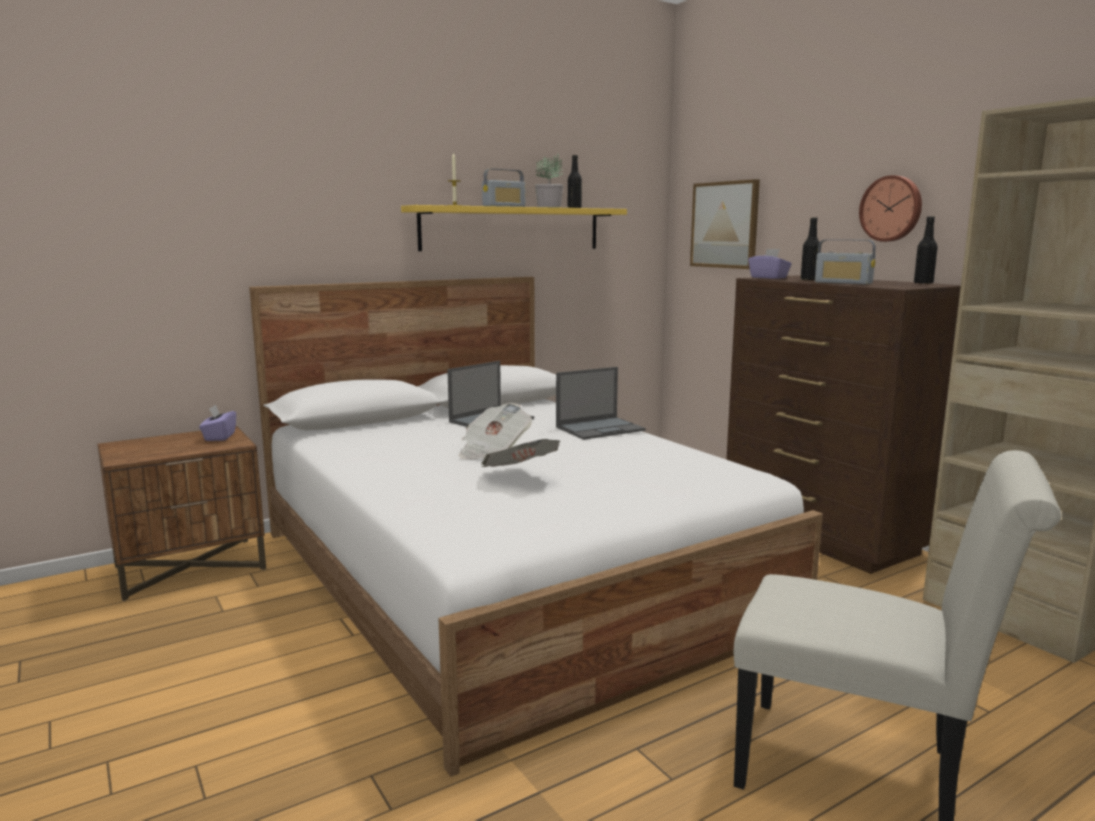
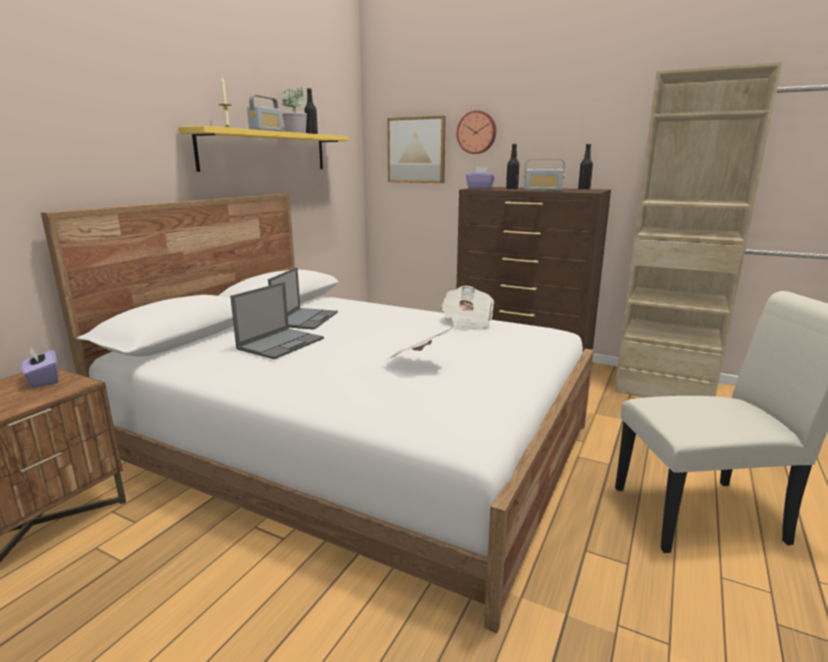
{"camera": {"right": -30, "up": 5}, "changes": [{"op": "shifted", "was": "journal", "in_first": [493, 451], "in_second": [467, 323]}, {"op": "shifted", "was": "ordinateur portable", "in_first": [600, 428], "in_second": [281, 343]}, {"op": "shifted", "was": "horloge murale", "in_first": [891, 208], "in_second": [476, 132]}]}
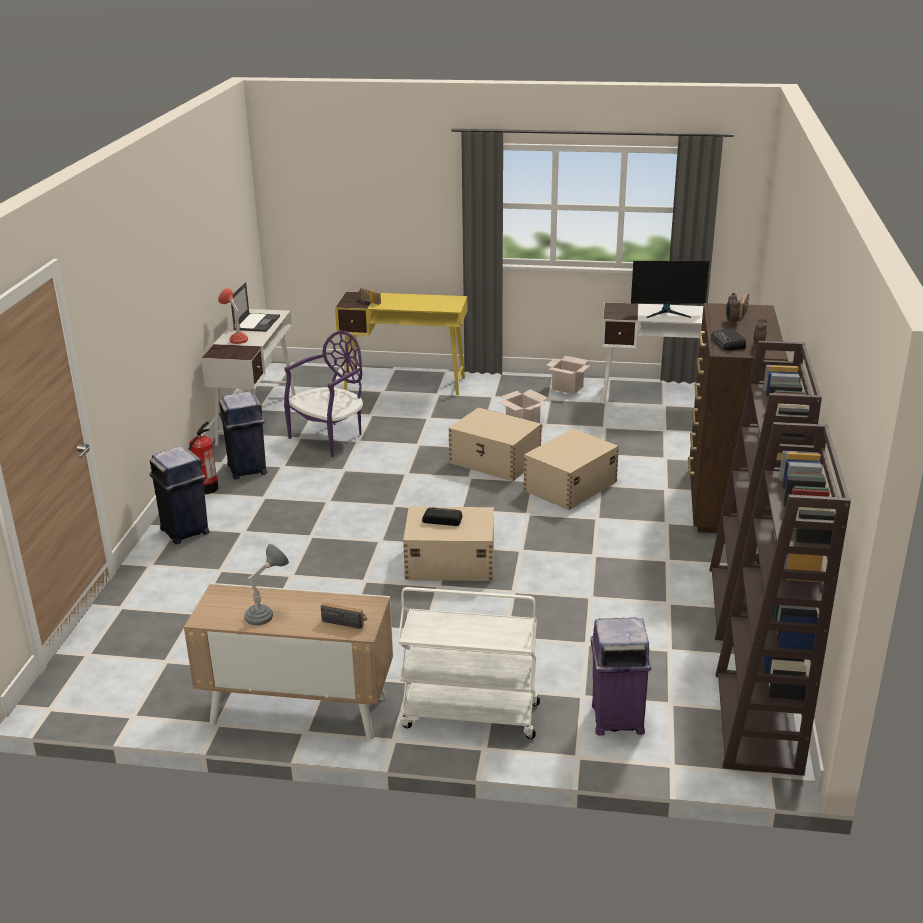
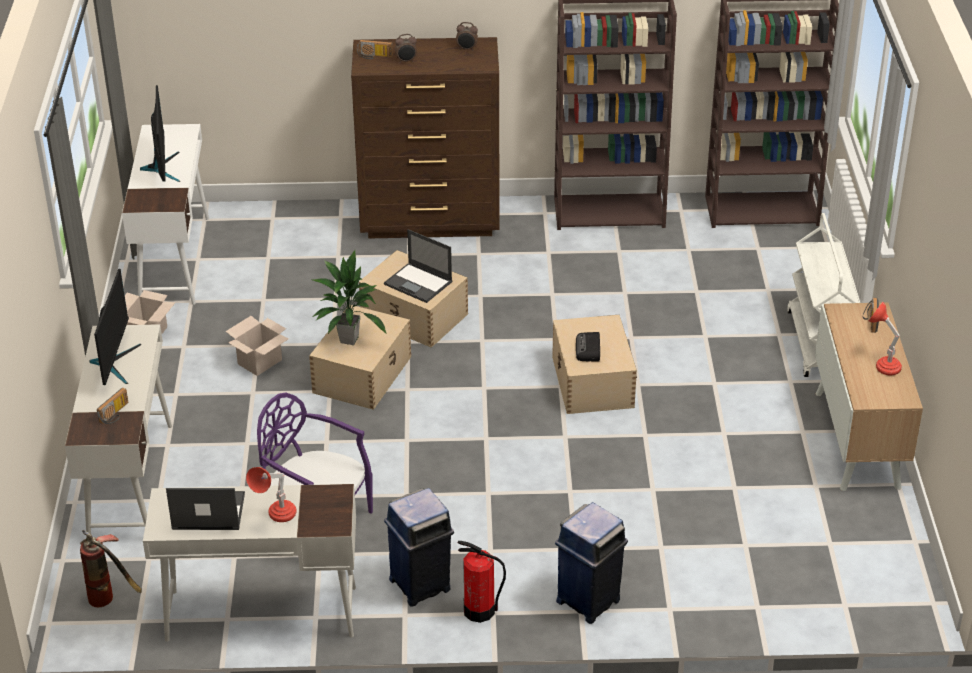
{"camera": {"right": -100, "up": 10}, "changes": [{"op": "repainted", "was": "lampe de table/gris", "now": "lampe de table/rouge", "in_first": [267, 614], "in_second": [882, 364]}, {"op": "repainted", "was": "bureau/jaune", "now": "bureau/blanc", "in_first": [405, 383], "in_second": [130, 481]}, {"op": "gone", "was": "poubelle/violet", "in_first": [616, 718]}, {"op": "gone", "was": "radio", "in_first": [728, 343]}, {"op": "new", "now": "extincteur", "in_second": [110, 598]}, {"op": "new", "now": "écran d'ordinateur", "in_second": [115, 363]}, {"op": "new", "now": "plante en pot", "in_second": [348, 340]}, {"op": "new", "now": "ordinateur portable", "in_second": [419, 283]}]}
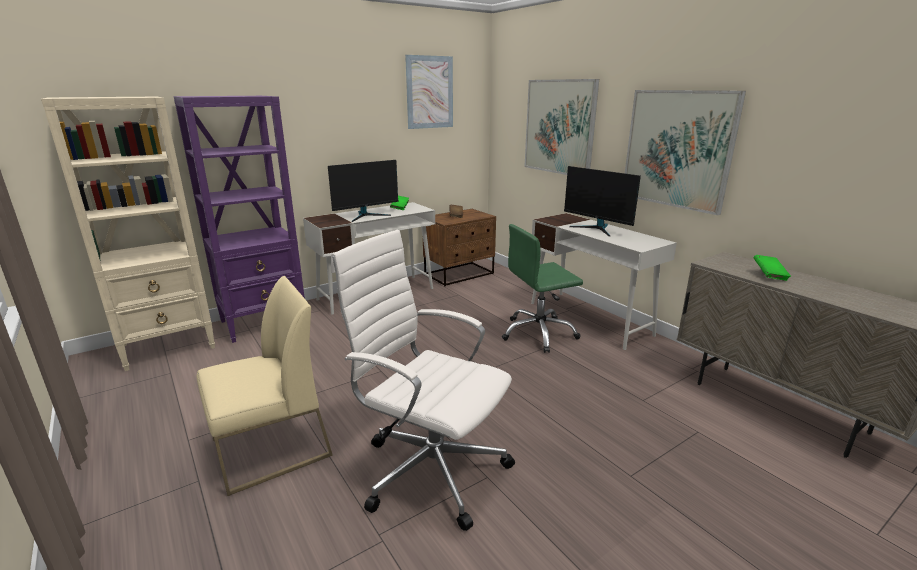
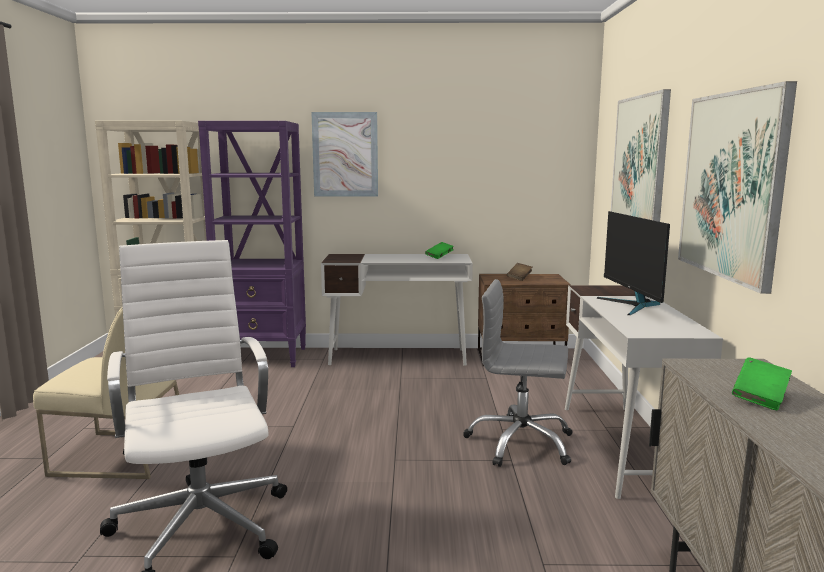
{"camera": {"right": 35, "up": -10}, "changes": [{"op": "gone", "was": "écran d'ordinateur", "in_first": [366, 216]}, {"op": "shifted", "was": "tableau", "in_first": [429, 92], "in_second": [345, 154]}, {"op": "repainted", "was": "chaise de bureau/vert", "now": "chaise de bureau/gris", "in_first": [539, 333], "in_second": [520, 443]}]}
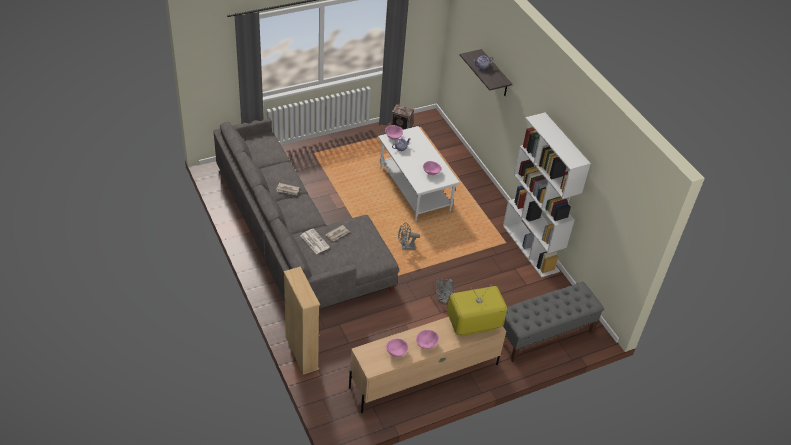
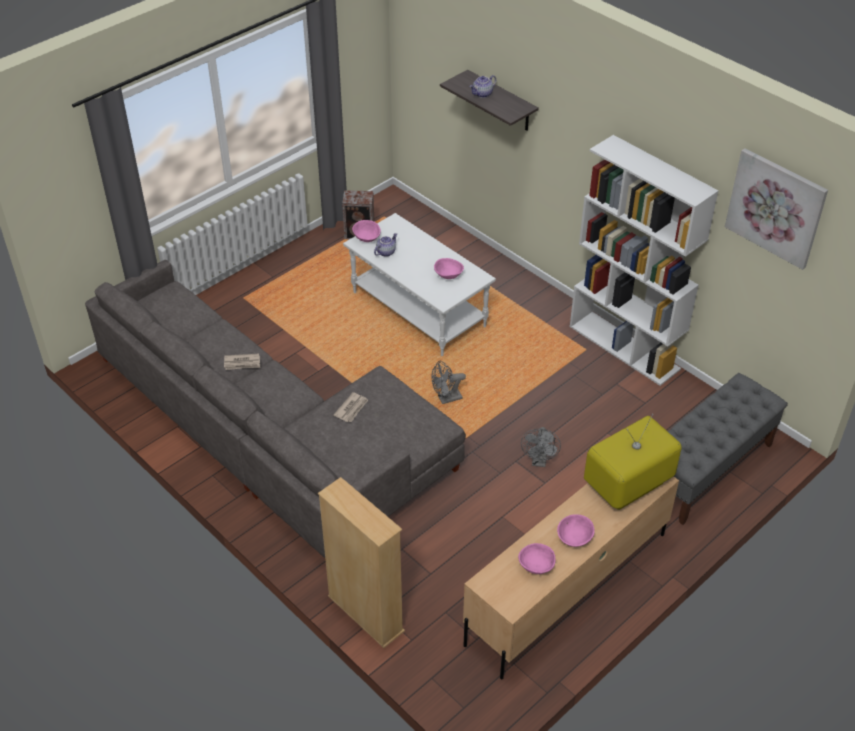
{"camera": {"right": -15, "up": 0}, "changes": [{"op": "gone", "was": "journal", "in_first": [314, 241]}, {"op": "new", "now": "tableau", "in_second": [776, 207]}]}
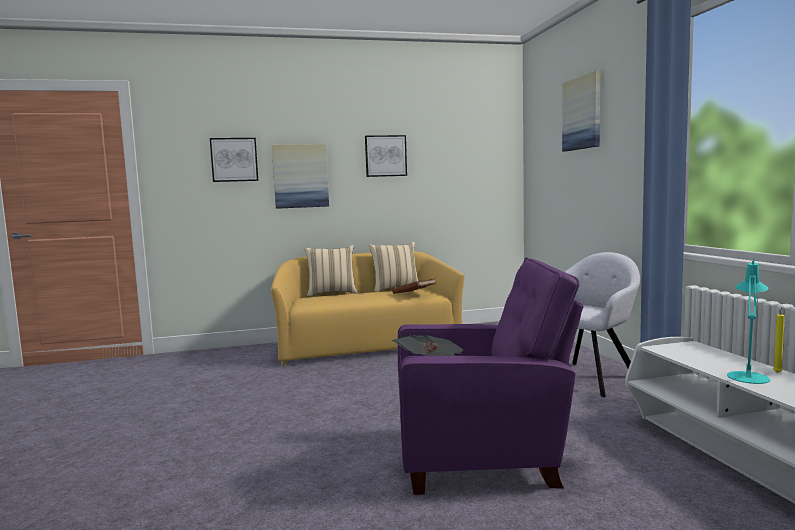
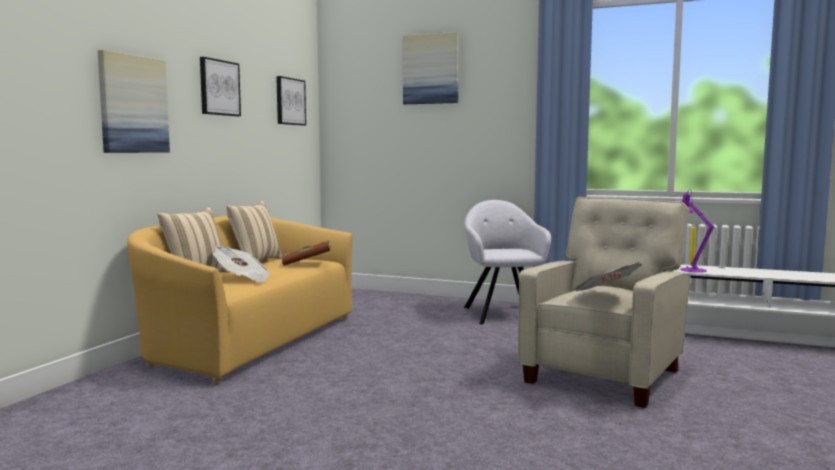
{"camera": {"right": -55, "up": 0}, "changes": [{"op": "shifted", "was": "tableau", "in_first": [234, 159], "in_second": [290, 101]}, {"op": "repainted", "was": "fauteuil/violet", "now": "fauteuil/beige", "in_first": [483, 458], "in_second": [606, 374]}, {"op": "repainted", "was": "lampe de table/turquoise", "now": "lampe de table/violet", "in_first": [748, 375], "in_second": [690, 269]}, {"op": "new", "now": "journal", "in_second": [243, 279]}]}
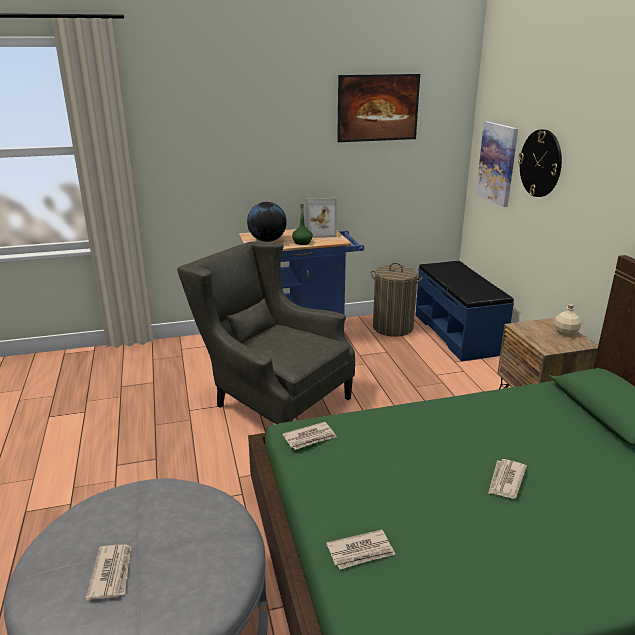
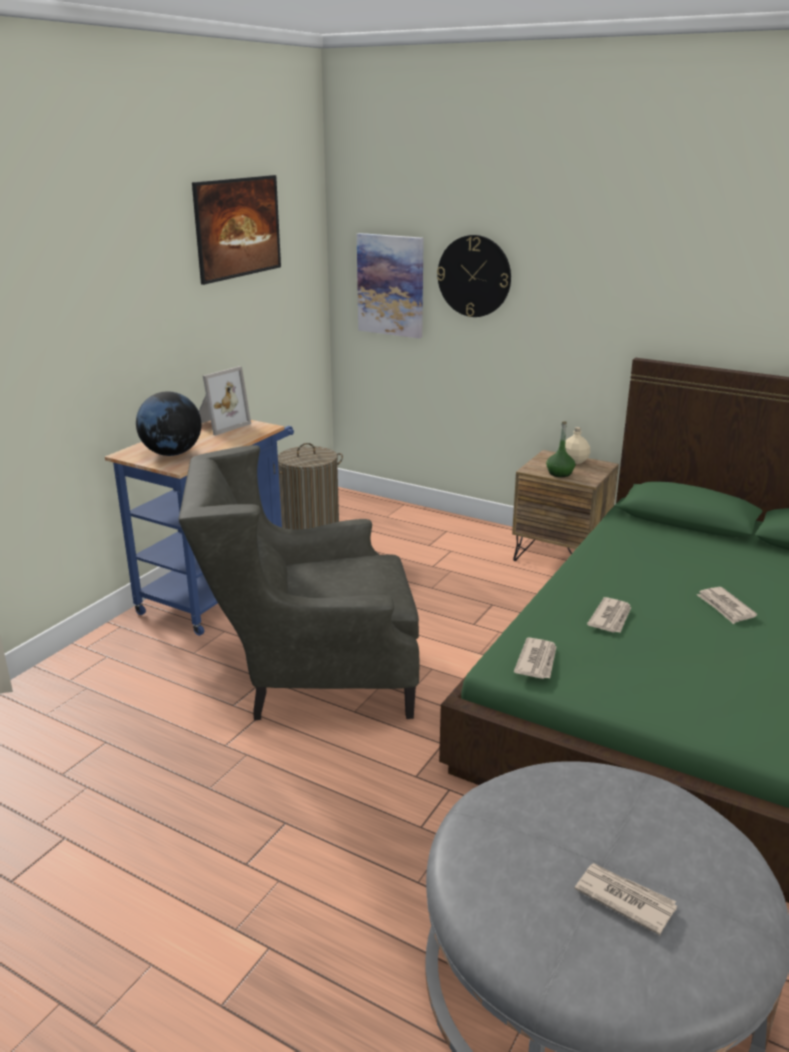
{"camera": {"right": -45, "up": 0}, "changes": [{"op": "shifted", "was": "bouteille/vert", "in_first": [302, 242], "in_second": [559, 473]}, {"op": "shifted", "was": "journal", "in_first": [361, 552], "in_second": [611, 618]}, {"op": "gone", "was": "banc/bleu", "in_first": [458, 333]}]}
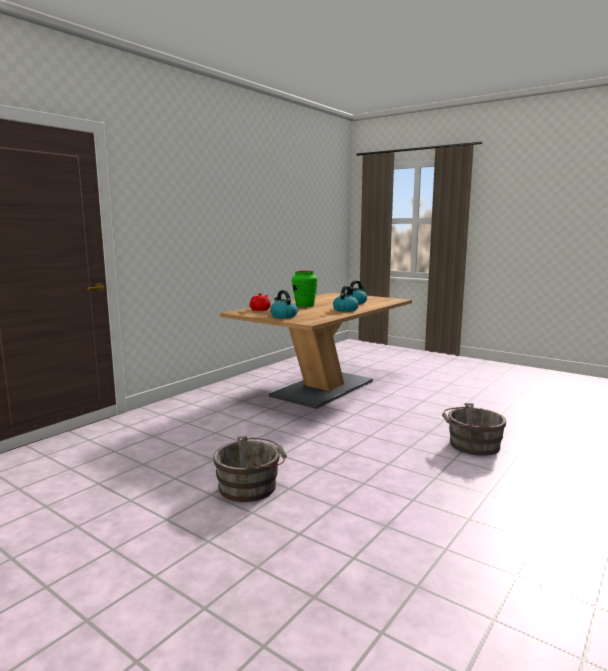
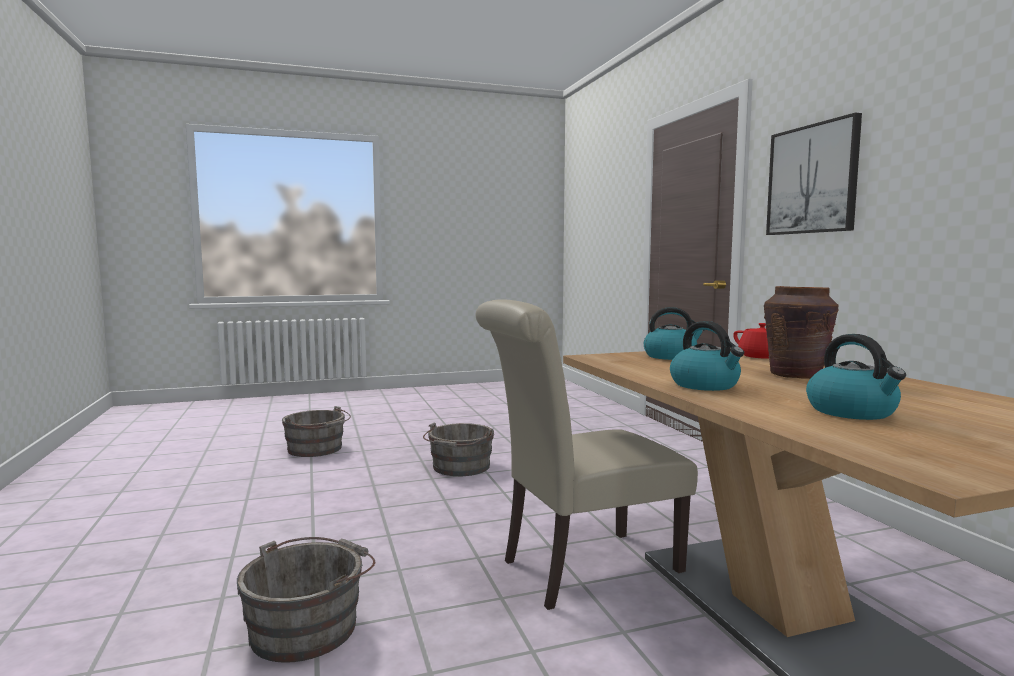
{"camera": {"right": 125, "up": -5}, "changes": [{"op": "repainted", "was": "vase/vert", "now": "vase/marron", "in_first": [304, 306], "in_second": [796, 375]}, {"op": "new", "now": "seau/gris", "in_second": [317, 449]}, {"op": "new", "now": "chaise/beige", "in_second": [580, 570]}, {"op": "new", "now": "tableau", "in_second": [812, 179]}]}
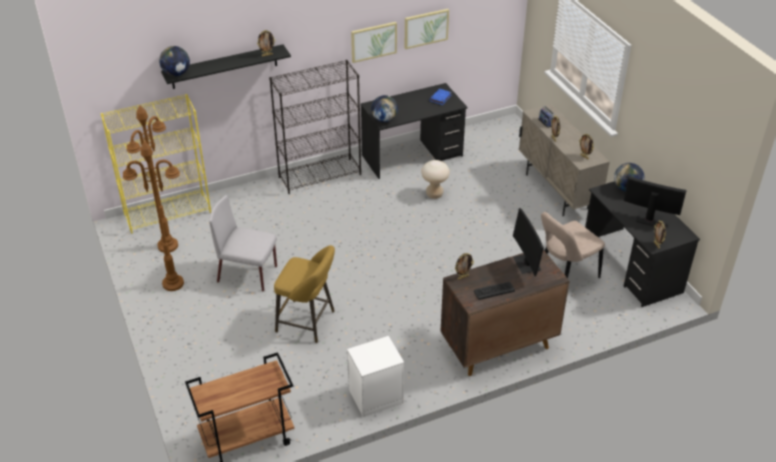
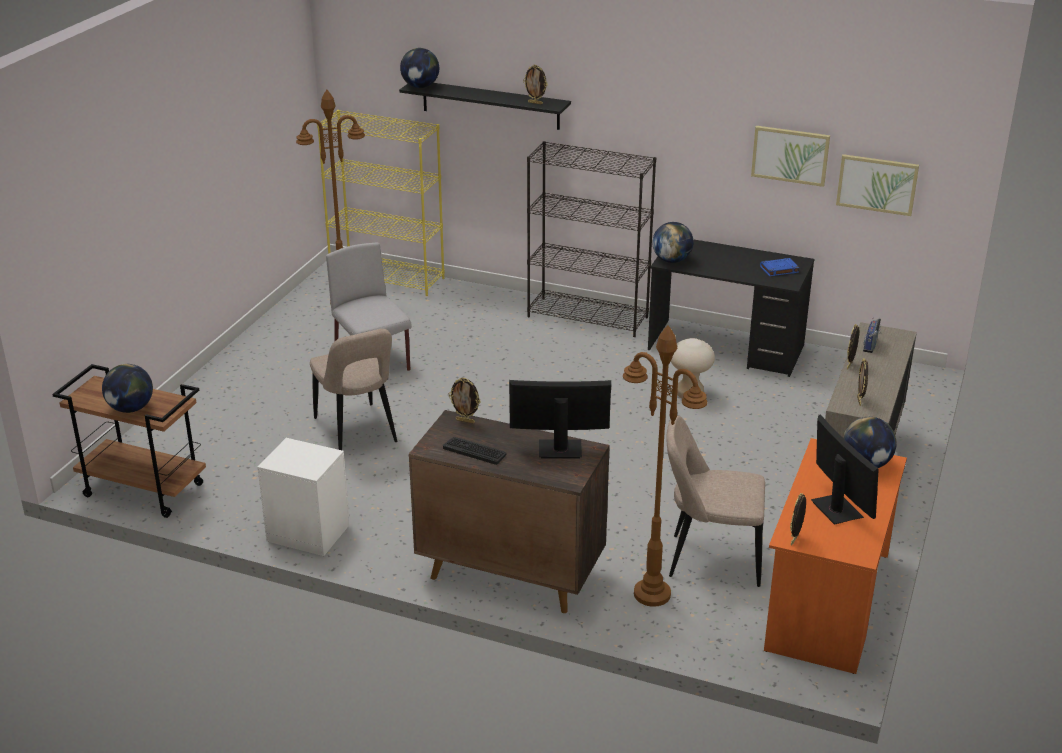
{"camera": {"right": 45, "up": -10}, "changes": [{"op": "shifted", "was": "lampadaire/marron", "in_first": [173, 283], "in_second": [652, 594]}, {"op": "swapped", "was": "tabouret/jaune", "now": "chaise/beige", "in_first": [308, 322], "in_second": [357, 433]}, {"op": "shifted", "was": "tableau", "in_first": [373, 41], "in_second": [877, 184]}, {"op": "rotated", "was": "écran d'ordinateur", "in_first": [526, 264], "in_second": [560, 449], "clockwise": 60}, {"op": "repainted", "was": "bureau/noir", "now": "bureau/orange", "in_first": [631, 266], "in_second": [827, 602]}, {"op": "new", "now": "globe", "in_second": [131, 409]}]}
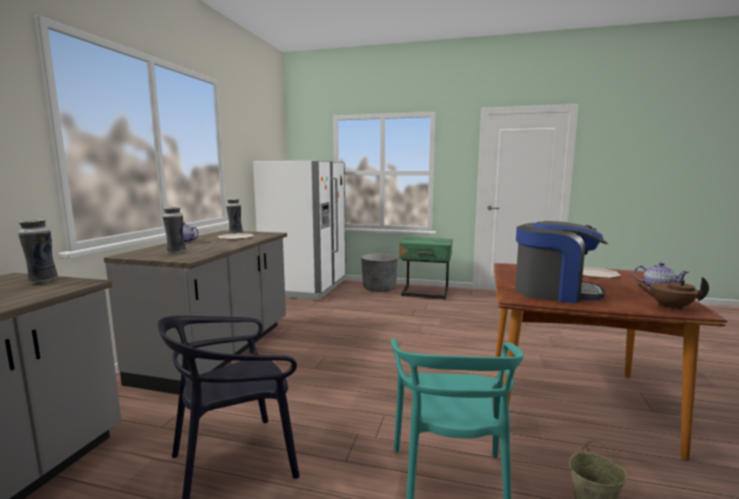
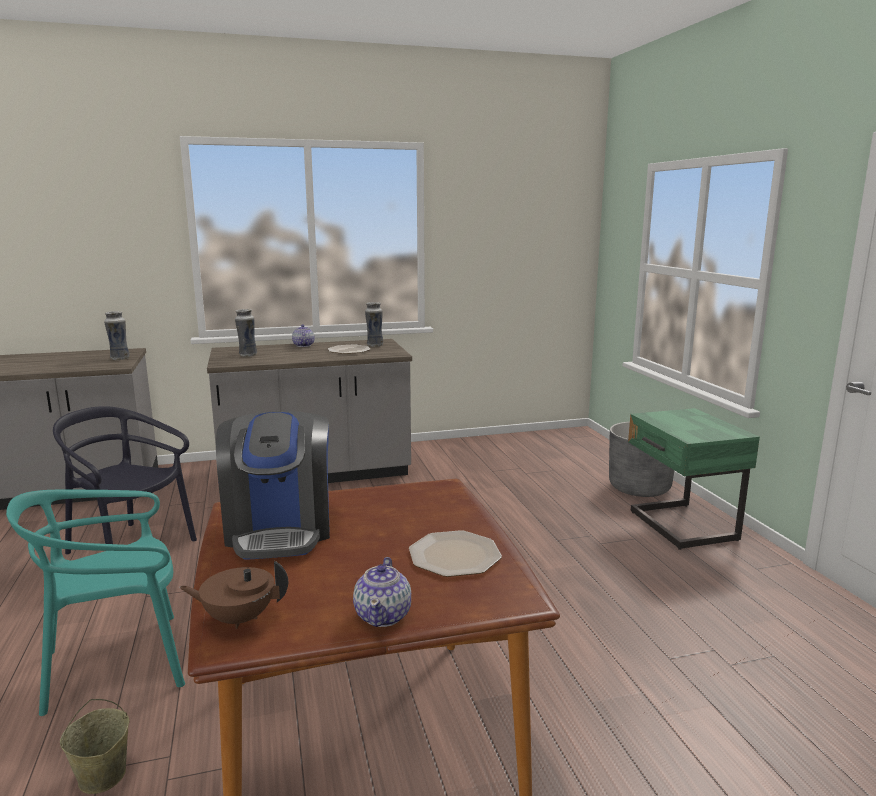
{"camera": {"right": 60, "up": 5}, "changes": [{"op": "gone", "was": "réfrigérateur/blanc", "in_first": [305, 287]}, {"op": "rotated", "was": "théière/marron", "in_first": [669, 307], "in_second": [238, 618], "clockwise": -90}]}
